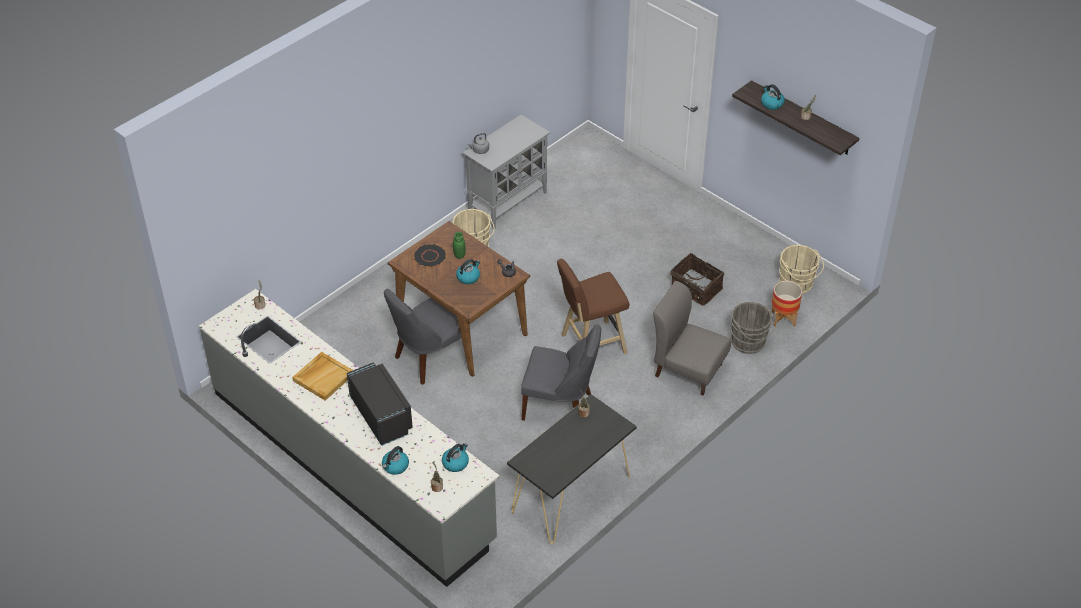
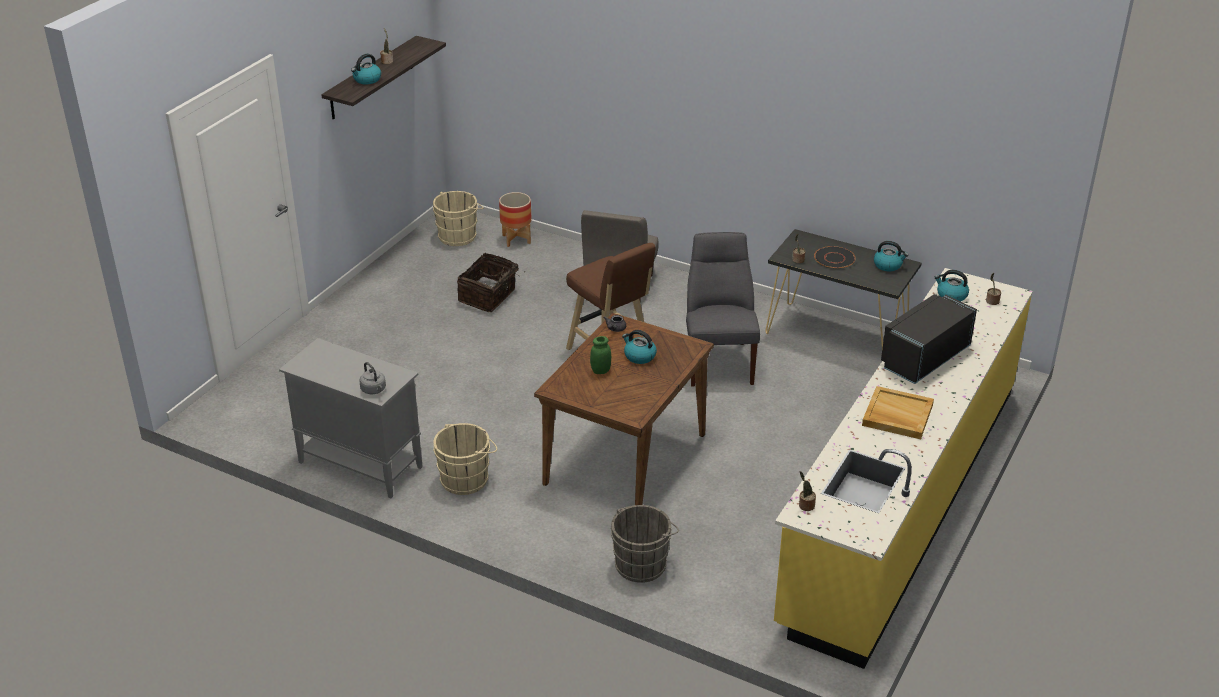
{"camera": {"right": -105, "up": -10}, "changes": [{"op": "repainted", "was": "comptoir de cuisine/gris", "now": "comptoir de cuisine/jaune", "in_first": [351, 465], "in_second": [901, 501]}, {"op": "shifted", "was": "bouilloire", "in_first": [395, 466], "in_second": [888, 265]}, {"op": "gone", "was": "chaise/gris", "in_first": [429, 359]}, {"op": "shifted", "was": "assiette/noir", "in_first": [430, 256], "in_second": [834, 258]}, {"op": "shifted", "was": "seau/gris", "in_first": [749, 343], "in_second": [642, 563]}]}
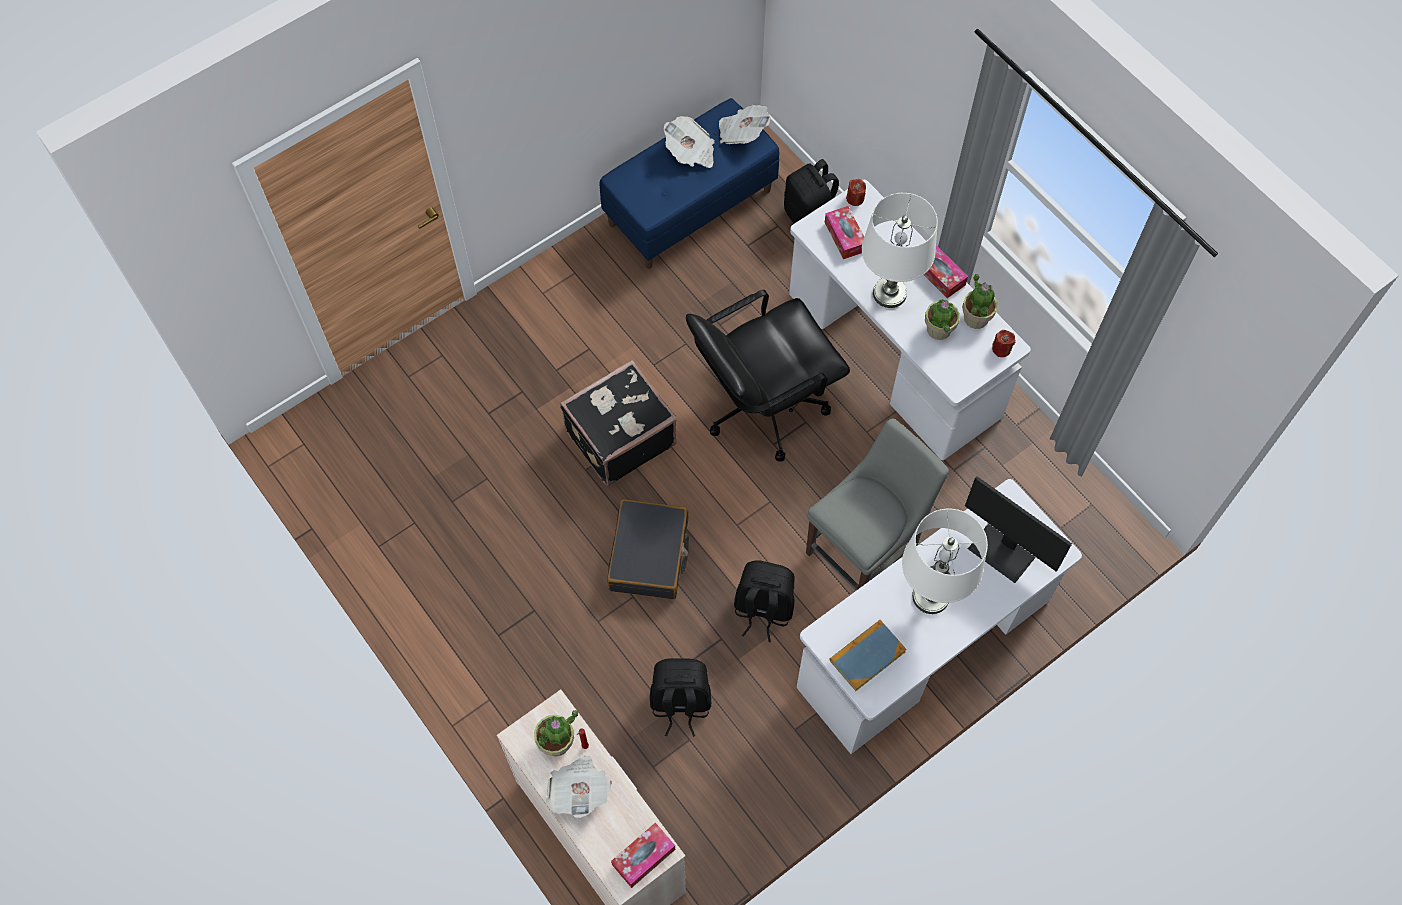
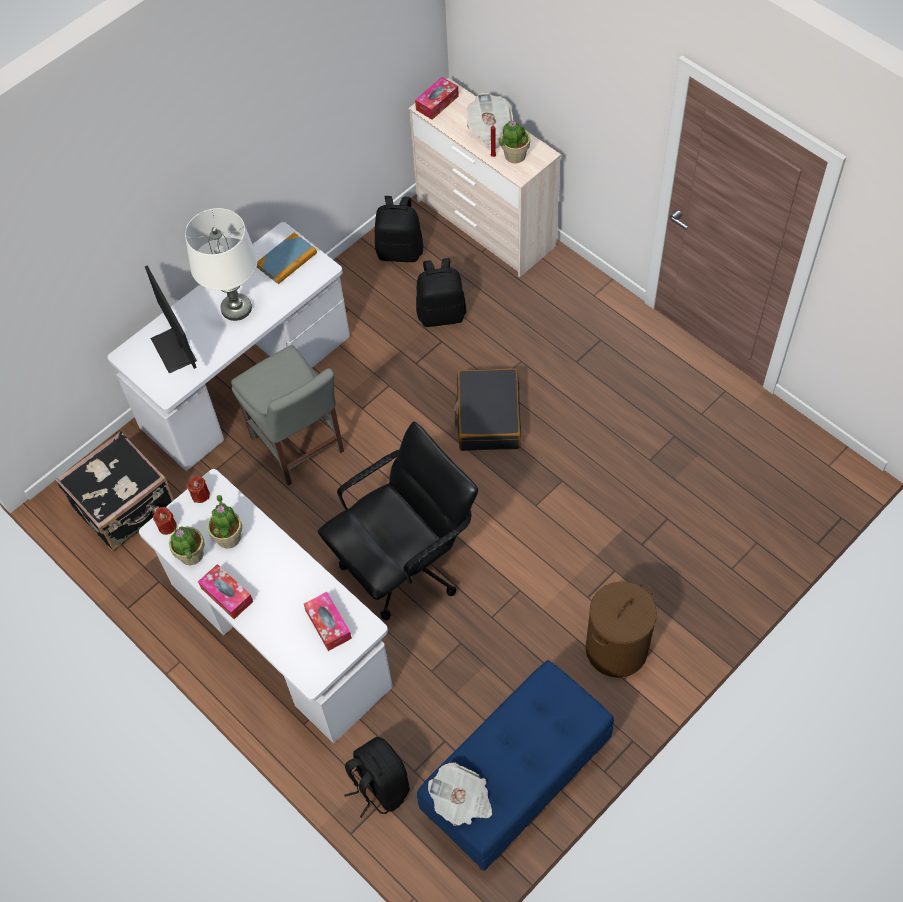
{"camera": {"right": 175, "up": -5}, "changes": [{"op": "shifted", "was": "valise/noir", "in_first": [619, 437], "in_second": [126, 507]}, {"op": "gone", "was": "journal", "in_first": [690, 152]}, {"op": "shifted", "was": "sac à dos/noir", "in_first": [762, 609], "in_second": [400, 251]}, {"op": "rotated", "was": "chaise/gris", "in_first": [865, 551], "in_second": [299, 448], "clockwise": -75}, {"op": "shifted", "was": "bougie/rouge", "in_first": [855, 198], "in_second": [200, 495]}, {"op": "gone", "was": "lampe de table/blanc", "in_first": [889, 293]}, {"op": "rotated", "was": "écran d'ordinateur", "in_first": [1002, 552], "in_second": [175, 349], "clockwise": -150}, {"op": "new", "now": "panier à linge/marron", "in_second": [616, 649]}]}
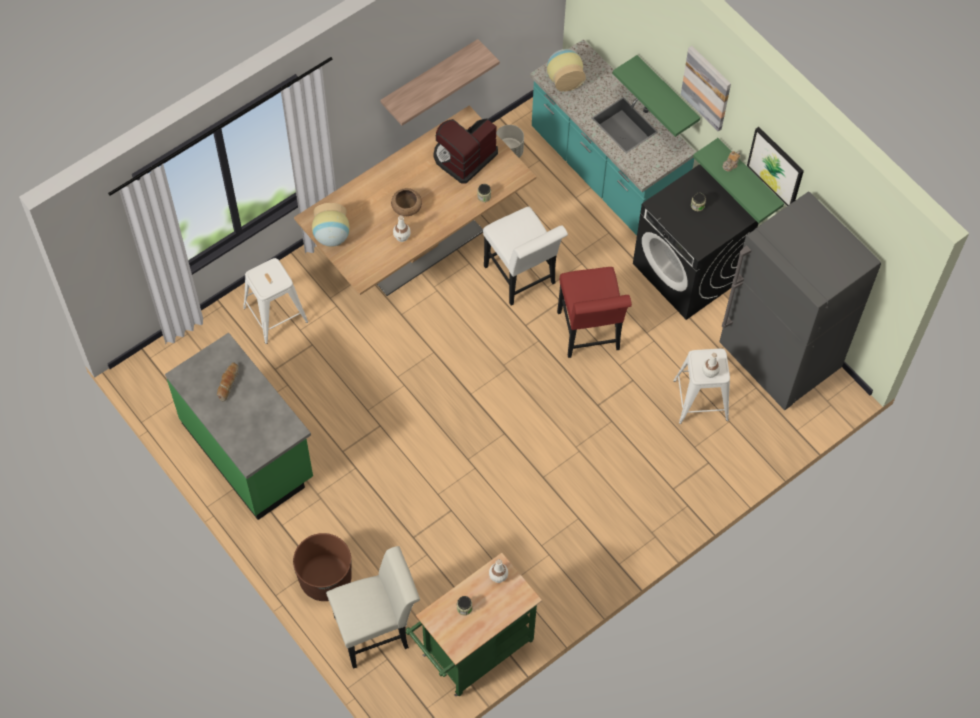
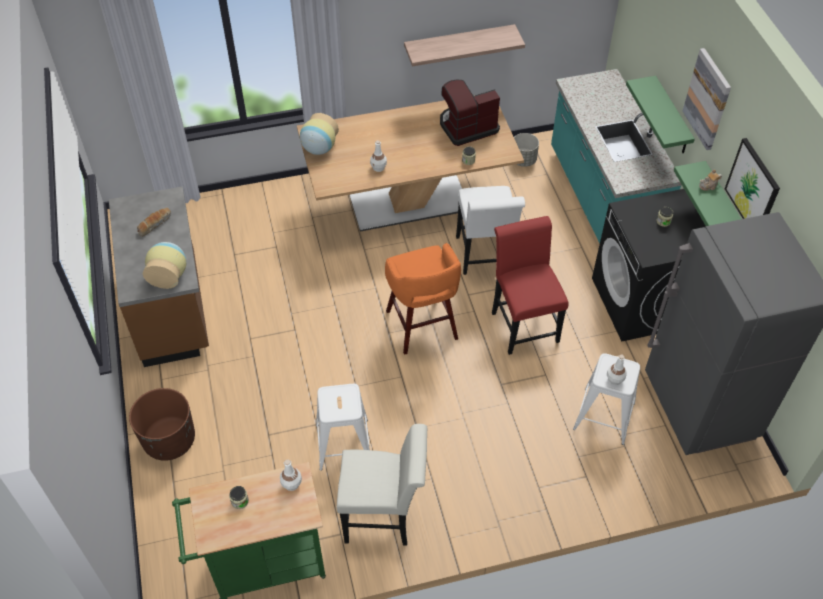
{"camera": {"right": 25, "up": -10}, "changes": [{"op": "repainted", "was": "comptoir de cuisine/vert", "now": "comptoir de cuisine/marron", "in_first": [249, 451], "in_second": [172, 309]}, {"op": "shifted", "was": "tabouret/blanc", "in_first": [275, 315], "in_second": [344, 444]}, {"op": "shifted", "was": "chaise/blanc", "in_first": [377, 630], "in_second": [384, 516]}, {"op": "gone", "was": "bol/marron", "in_first": [407, 208]}, {"op": "shifted", "was": "vase", "in_first": [564, 78], "in_second": [169, 275]}, {"op": "rotated", "was": "chaise/rouge", "in_first": [589, 335], "in_second": [523, 323], "clockwise": 150}, {"op": "new", "now": "tabouret/orange", "in_second": [422, 327]}]}
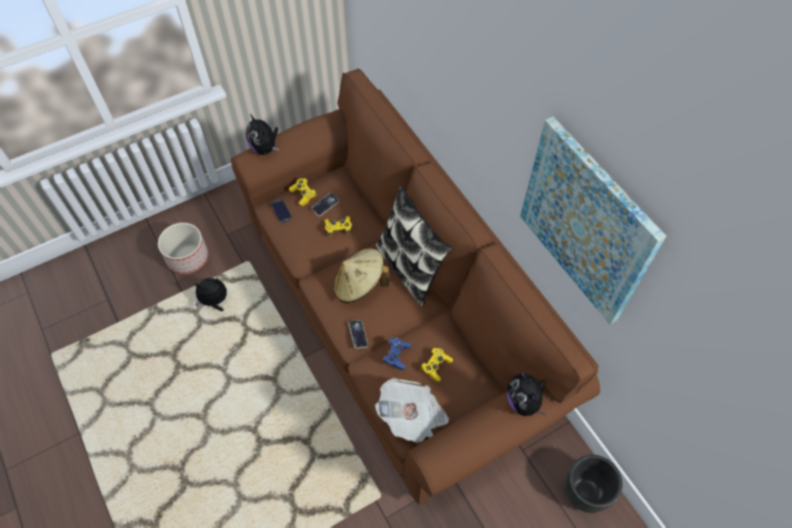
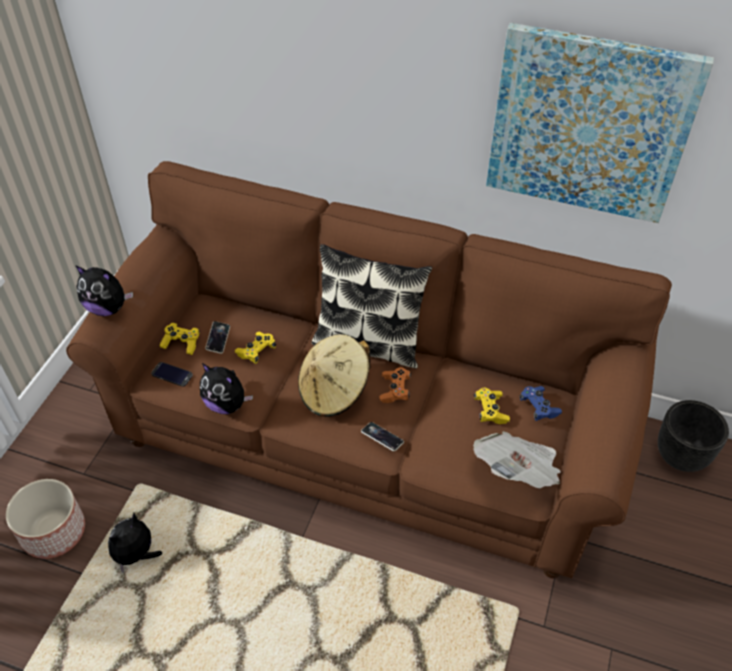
{"camera": {"right": -40, "up": -10}, "changes": [{"op": "shifted", "was": "manette/bleu", "in_first": [397, 356], "in_second": [538, 407]}, {"op": "shifted", "was": "peluche", "in_first": [524, 402], "in_second": [227, 404]}, {"op": "new", "now": "manette/orange", "in_second": [395, 390]}]}
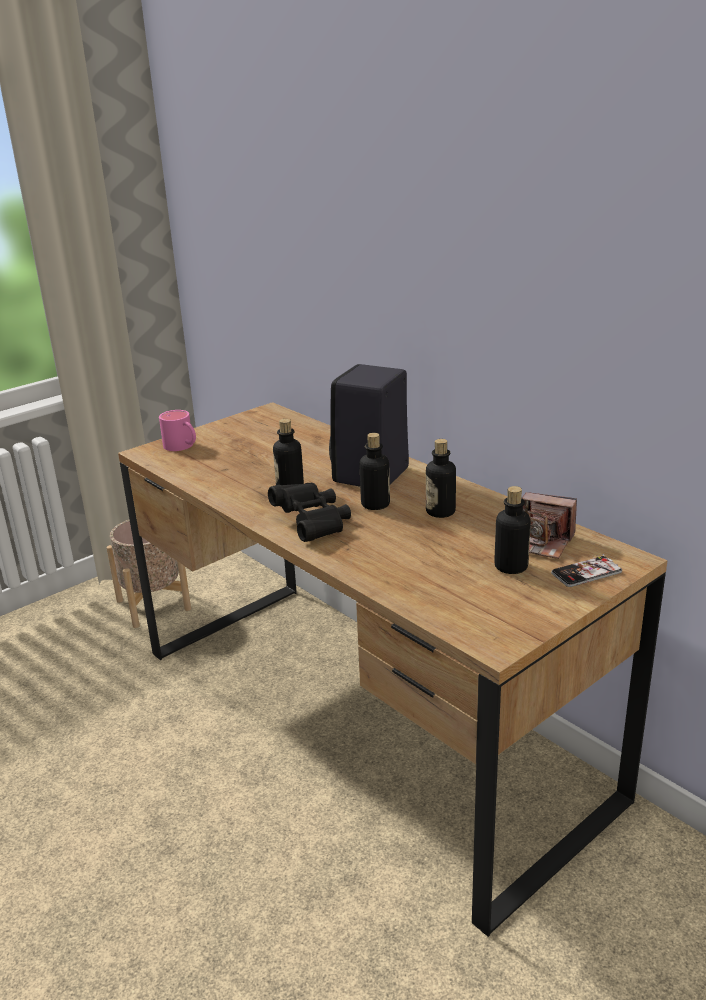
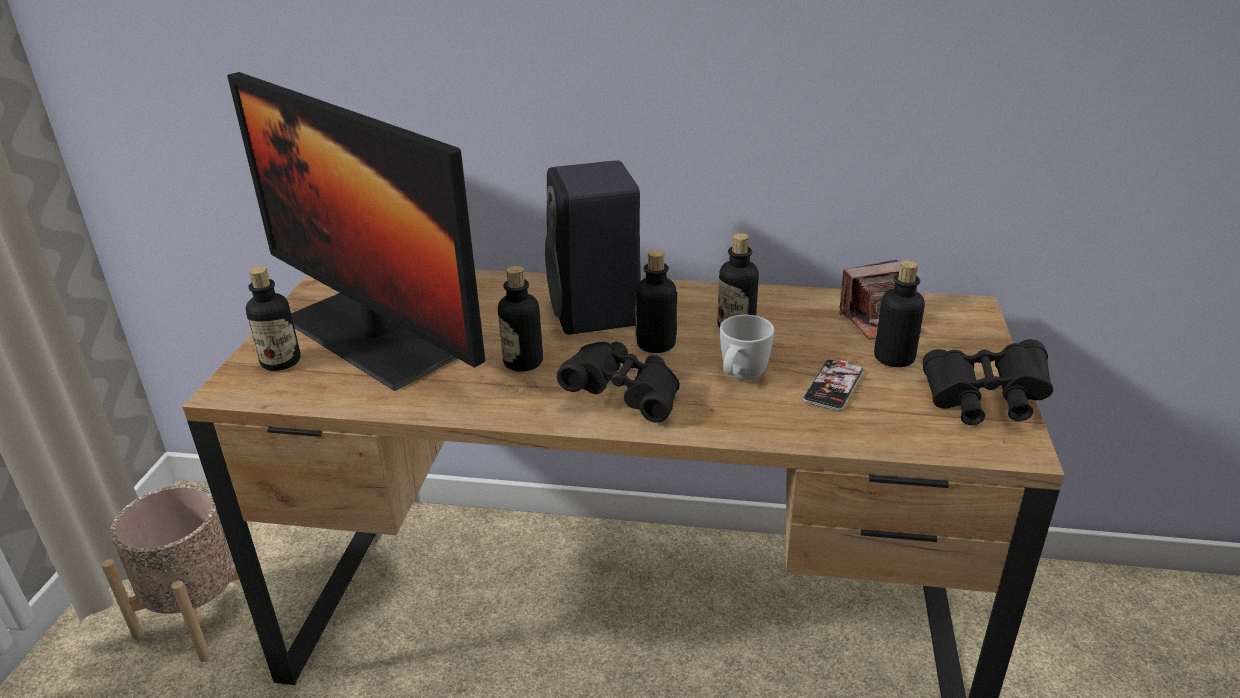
{"camera": {"right": -40, "up": 5}, "changes": [{"op": "swapped", "was": "mug/rose", "now": "bouteille", "in_first": [182, 446], "in_second": [281, 361]}, {"op": "shifted", "was": "téléphone", "in_first": [586, 573], "in_second": [833, 386]}, {"op": "new", "now": "écran d'ordinateur", "in_second": [373, 336]}, {"op": "new", "now": "mug/blanc", "in_second": [740, 378]}, {"op": "new", "now": "jumelles/noir", "in_second": [983, 402]}]}
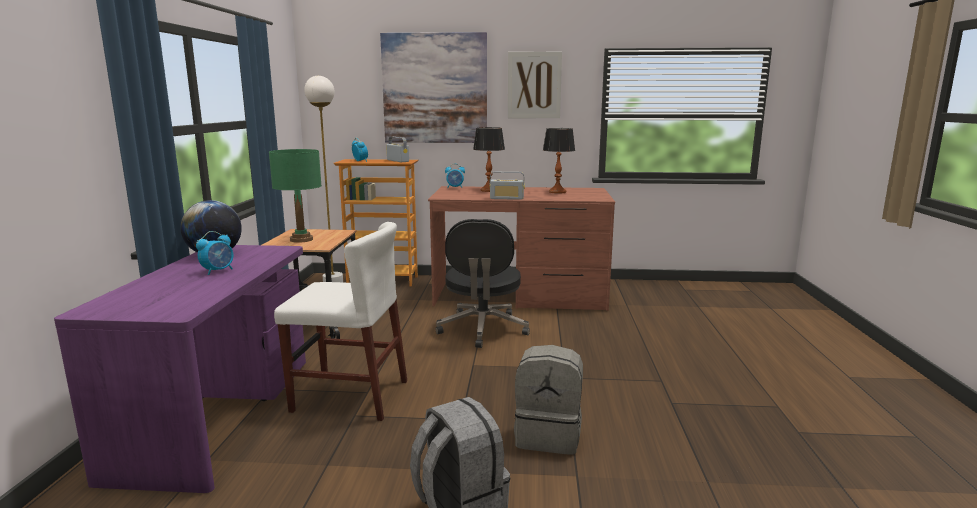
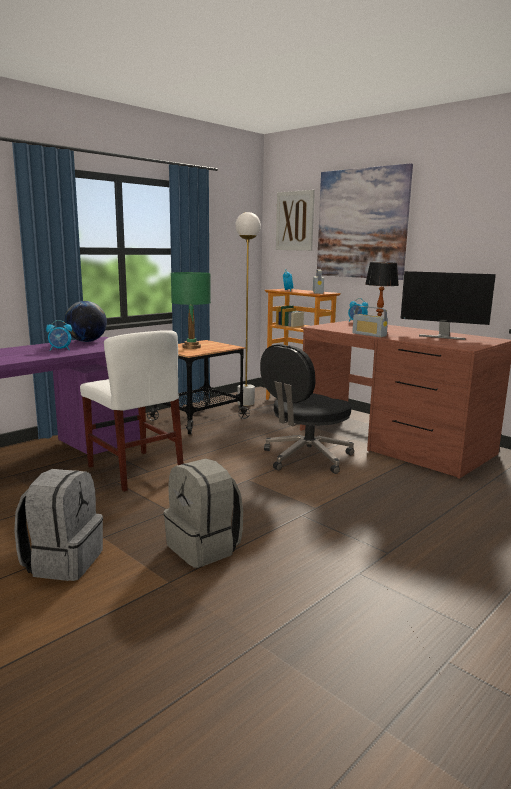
{"camera": {"right": 40, "up": 0}, "changes": [{"op": "shifted", "was": "tableau", "in_first": [534, 85], "in_second": [295, 221]}, {"op": "swapped", "was": "lampe de table", "now": "écran d'ordinateur", "in_first": [557, 192], "in_second": [442, 336]}]}
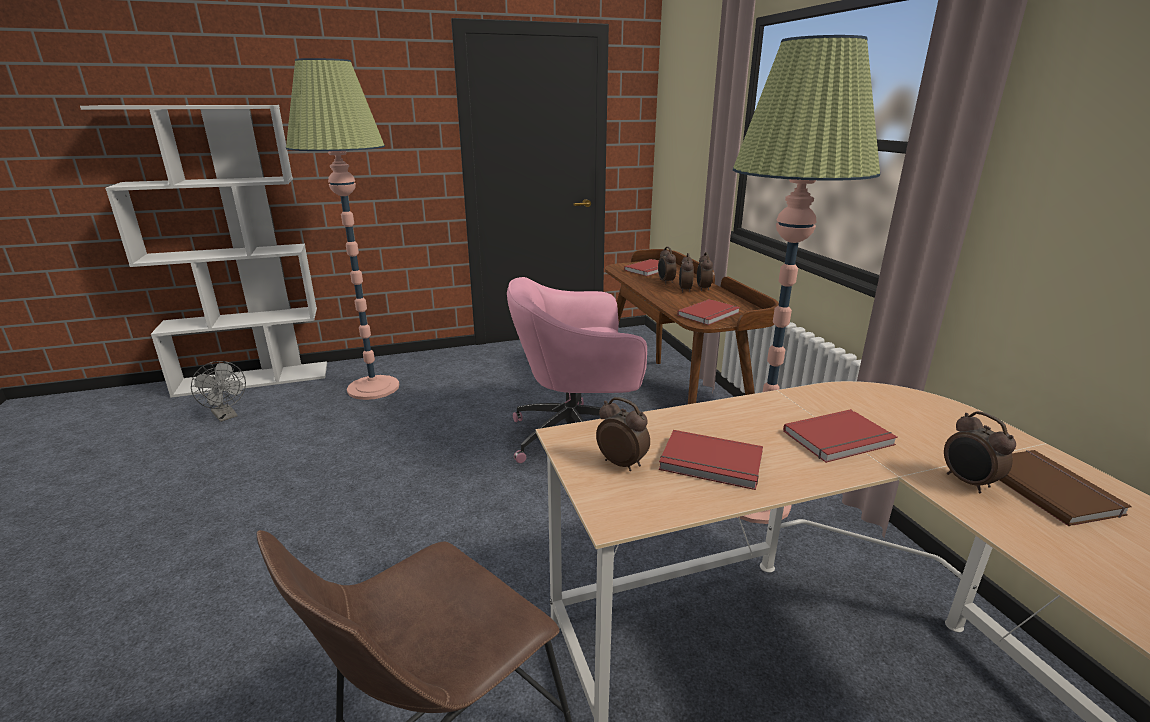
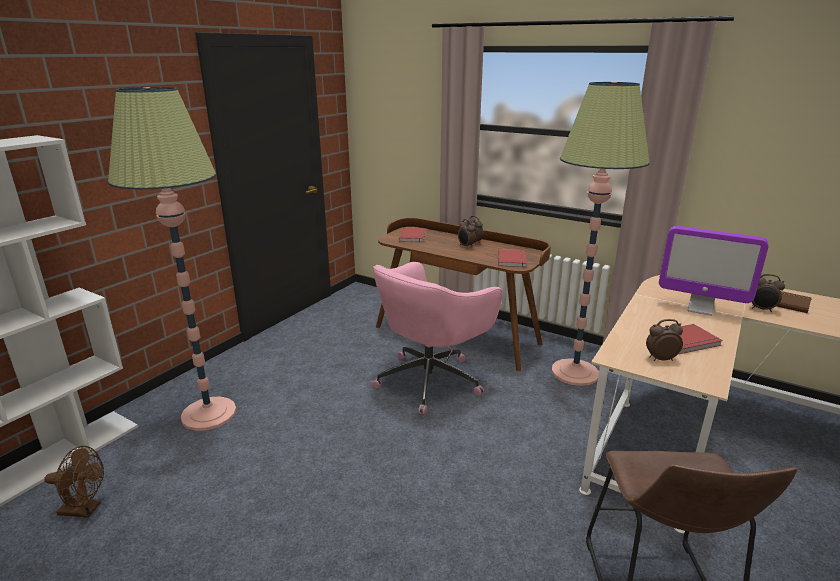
{"camera": {"right": -40, "up": 0}, "changes": [{"op": "repainted", "was": "ventilateur/gris", "now": "ventilateur/marron", "in_first": [226, 416], "in_second": [85, 509]}, {"op": "gone", "was": "réveil", "in_first": [665, 282]}, {"op": "swapped", "was": "livre/rouge", "now": "écran d'ordinateur", "in_first": [840, 439], "in_second": [700, 309]}]}
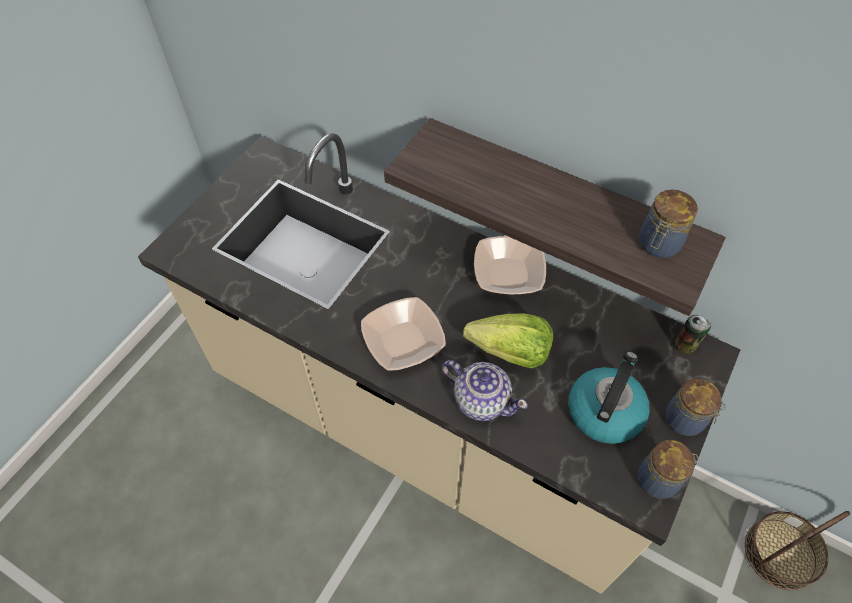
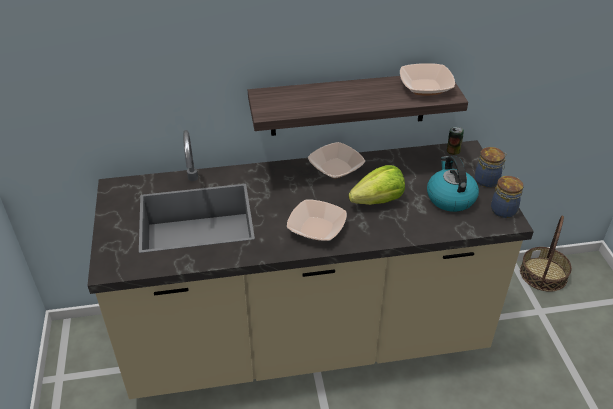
{"camera": {"right": -40, "up": -15}, "changes": [{"op": "gone", "was": "théière", "in_first": [481, 400]}, {"op": "swapped", "was": "bocal", "now": "bol", "in_first": [658, 245], "in_second": [425, 87]}]}
